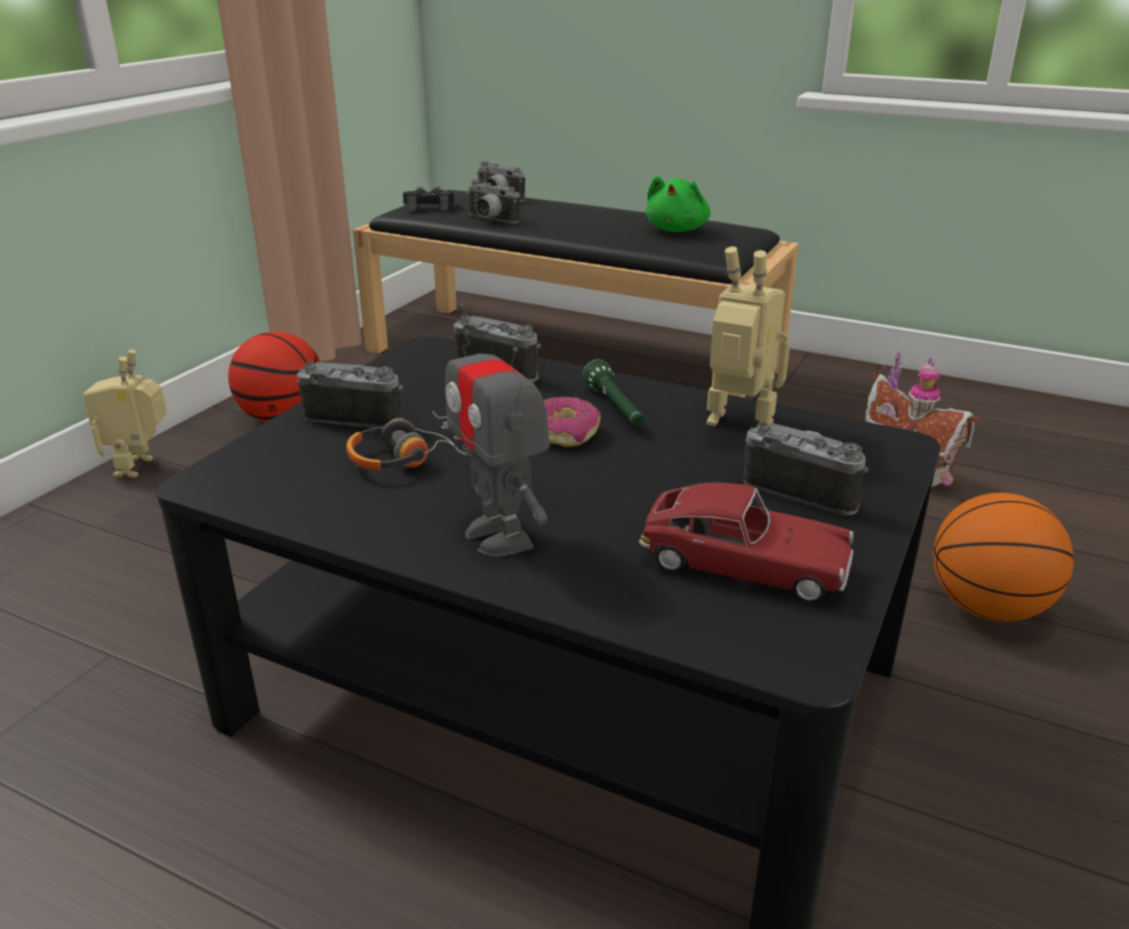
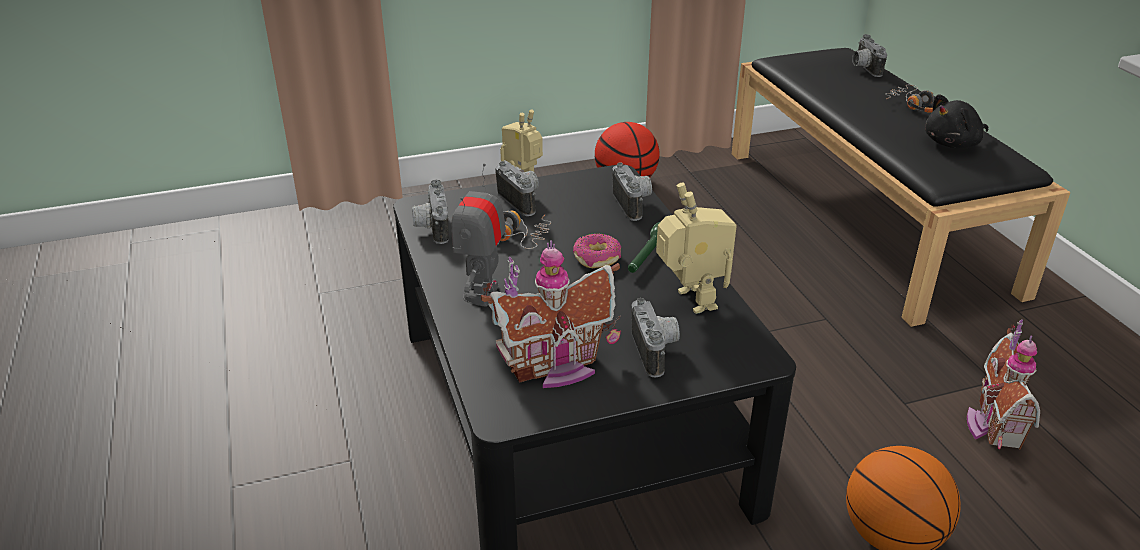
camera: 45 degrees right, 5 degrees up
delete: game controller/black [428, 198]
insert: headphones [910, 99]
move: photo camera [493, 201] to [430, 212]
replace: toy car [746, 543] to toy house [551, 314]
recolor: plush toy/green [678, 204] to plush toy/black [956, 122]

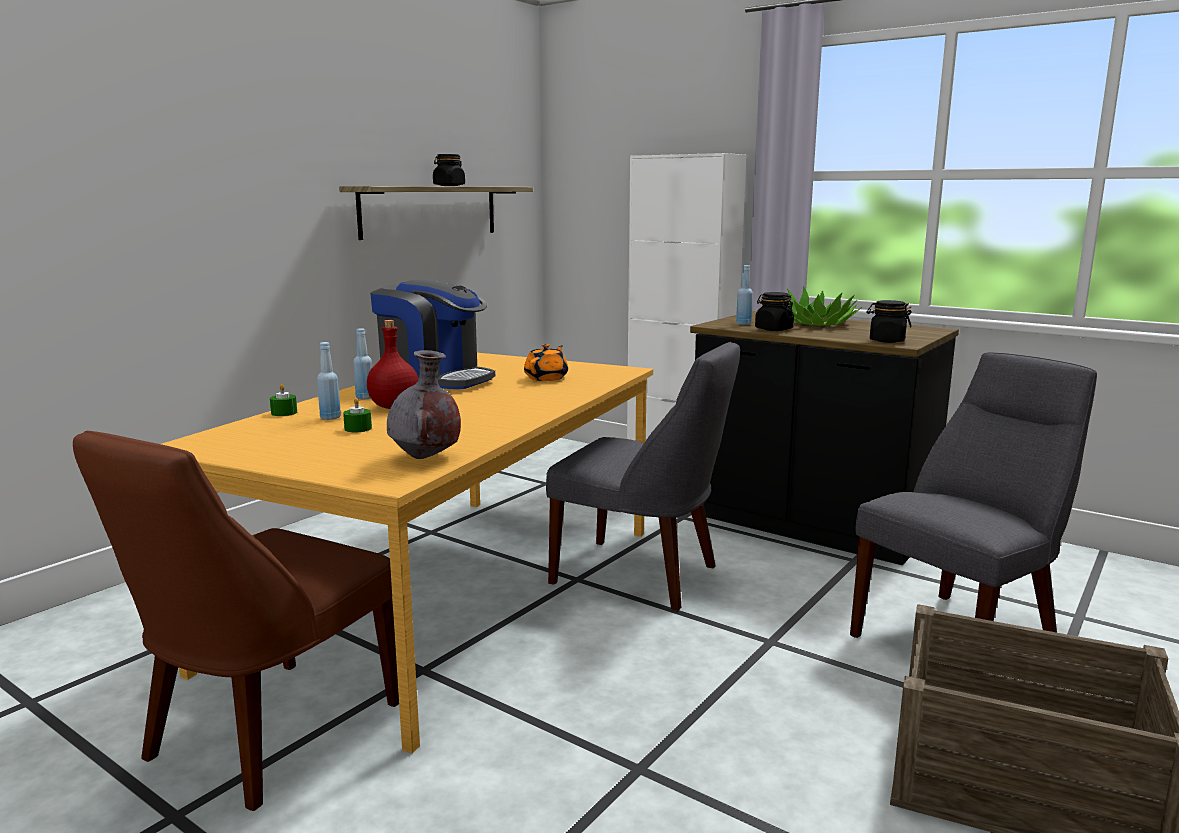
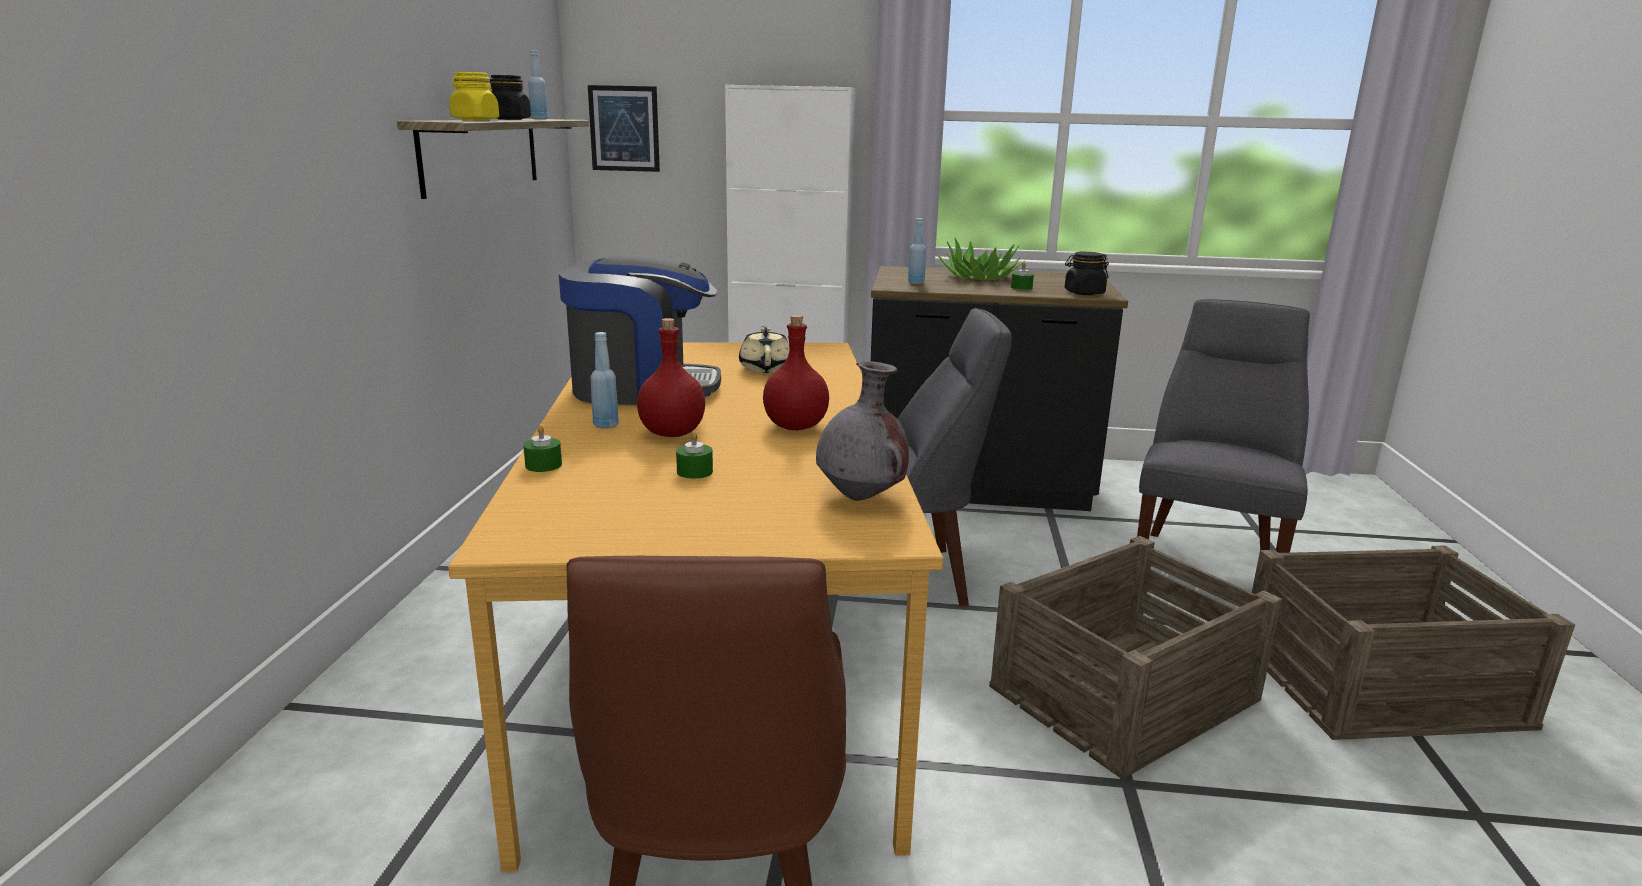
camera: 30 degrees left, 5 degrees up
delete: jar/black [774, 311]
insert: jar/yellow [474, 96]; picture [624, 128]; bottle/red [796, 372]; crate [1135, 657]; candle/green [1022, 276]
move: bottle/blue [329, 381] to [538, 84]
recolor: teapot/orange [546, 362] to teapot/beige [764, 349]

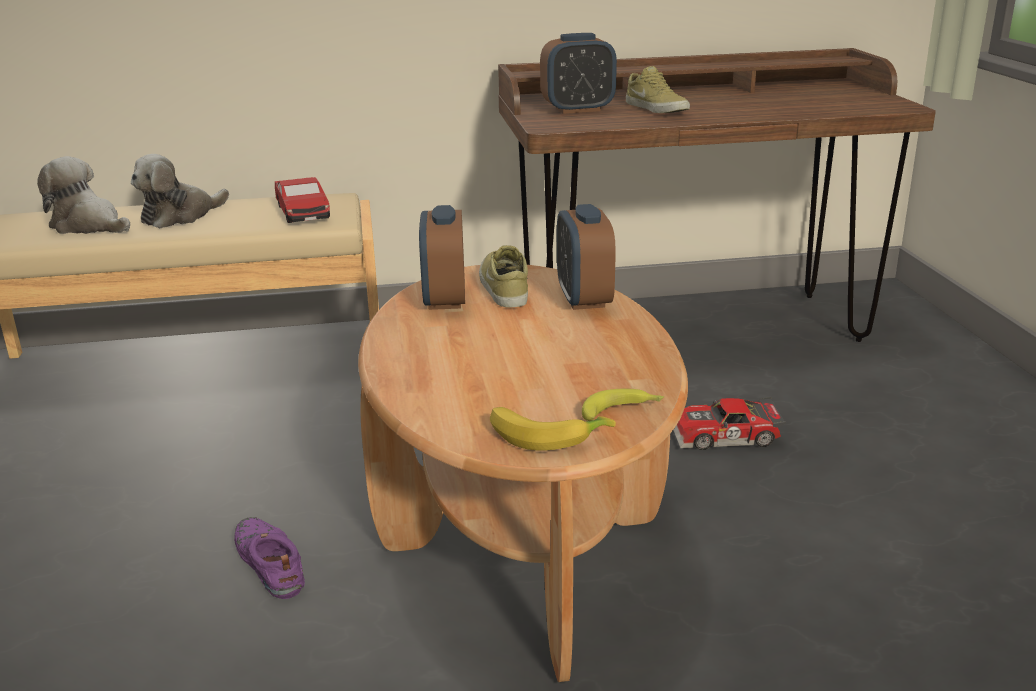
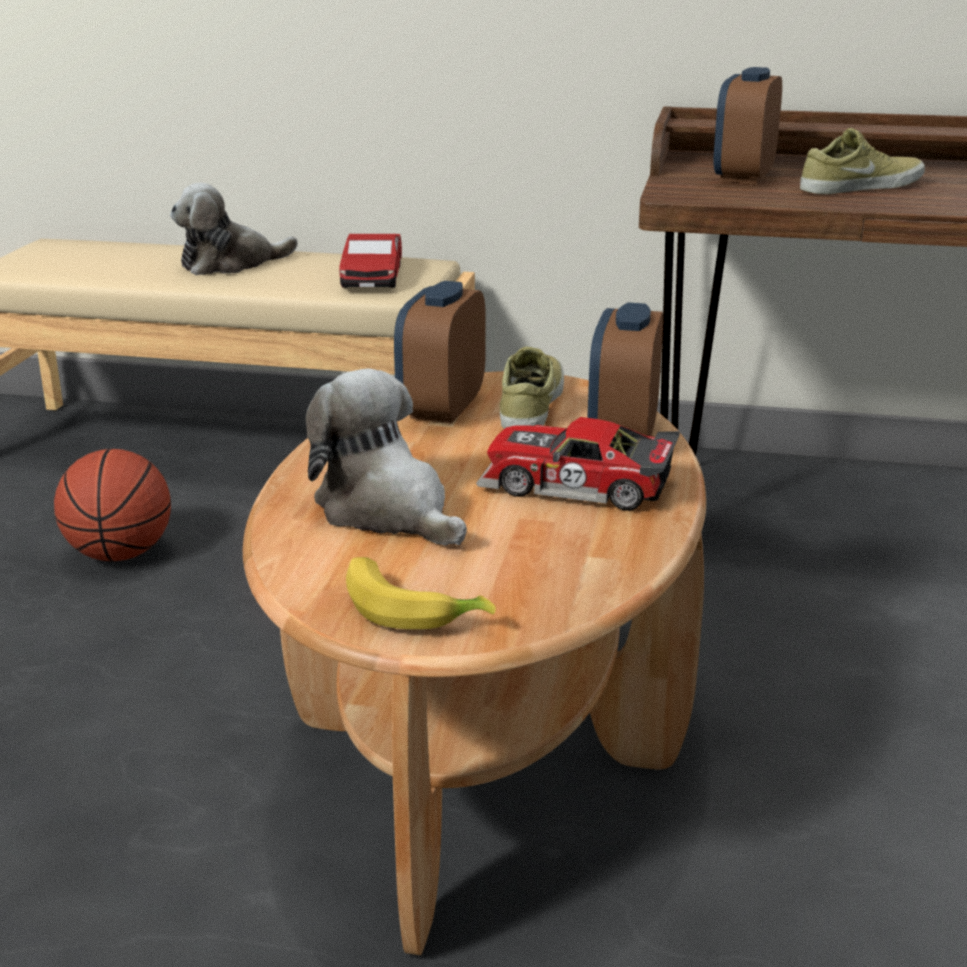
camera: 20 degrees right, 0 degrees up
delete: shoe/purple [269, 558]; banana [623, 405]
insert: basketball [112, 505]
move: plush toy [83, 195] to [386, 457]; toy car [729, 423] to [578, 464]
rotate: alarm clock [578, 73] = [748, 125] 105 degrees clockwise; shoe/beige [658, 89] = [862, 161] 105 degrees counterclockwise

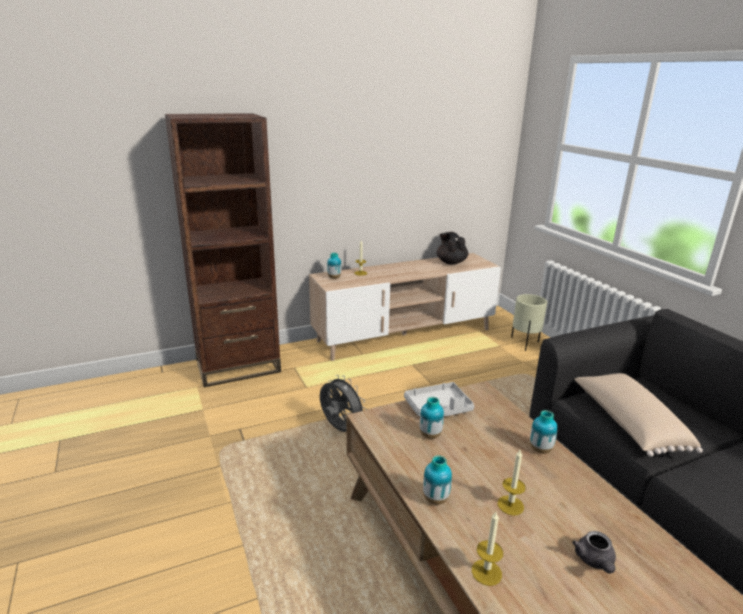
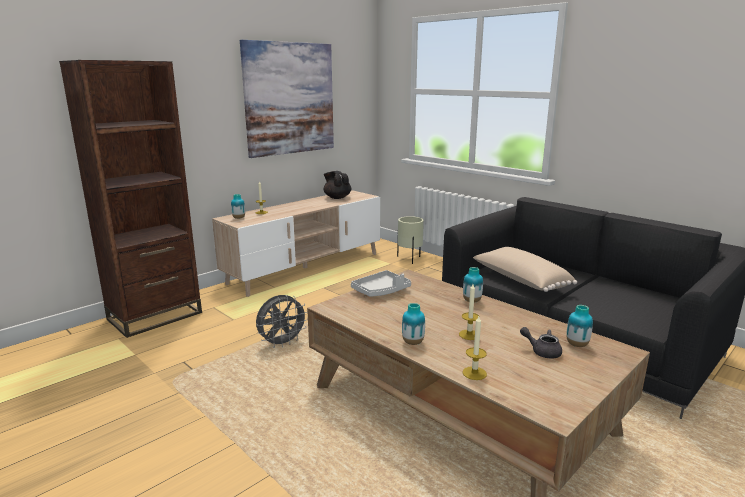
camera: 20 degrees left, 5 degrees down
insert: picture [287, 99]
move: vase [432, 418] to [580, 326]
rotate: fan/grey [343, 403] = [282, 321] 120 degrees clockwise; teapot/grey [594, 552] = [541, 342] 135 degrees clockwise

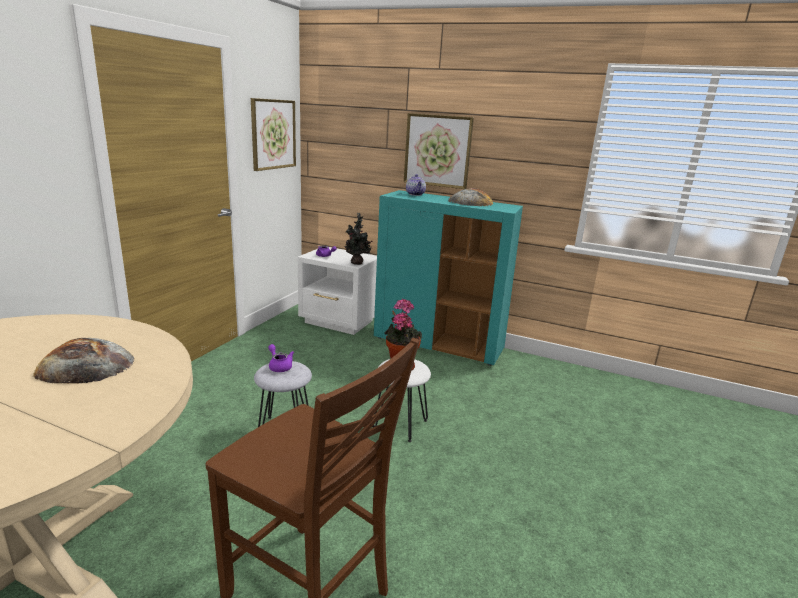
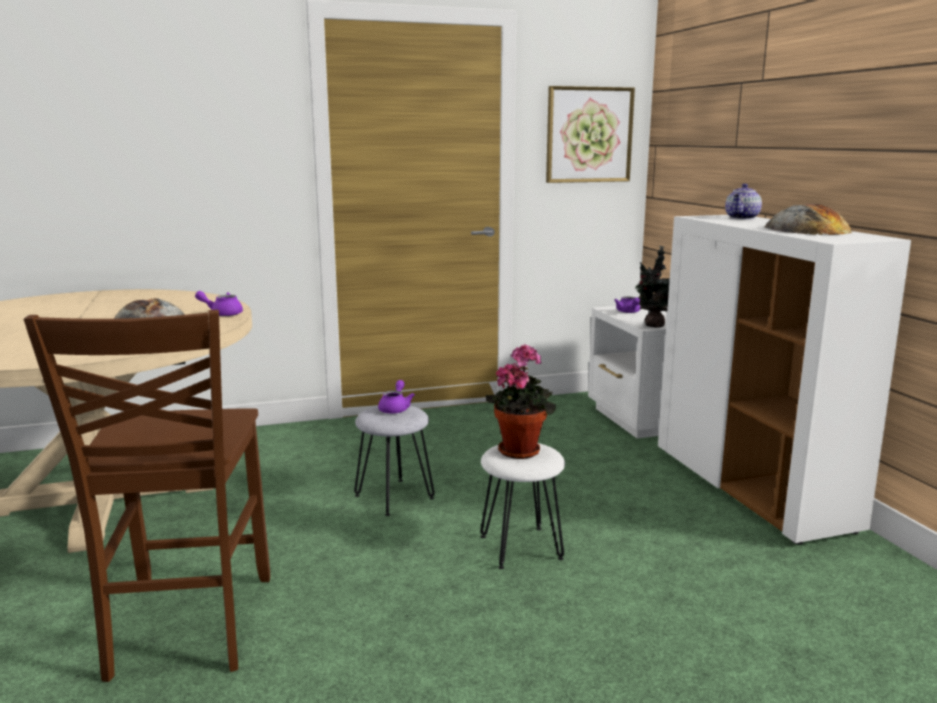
camera: 50 degrees right, 5 degrees down
delete: picture [439, 151]
insert: teapot/purple [219, 303]
recolor: cabinet/turquoise [448, 278] to cabinet/white [784, 380]

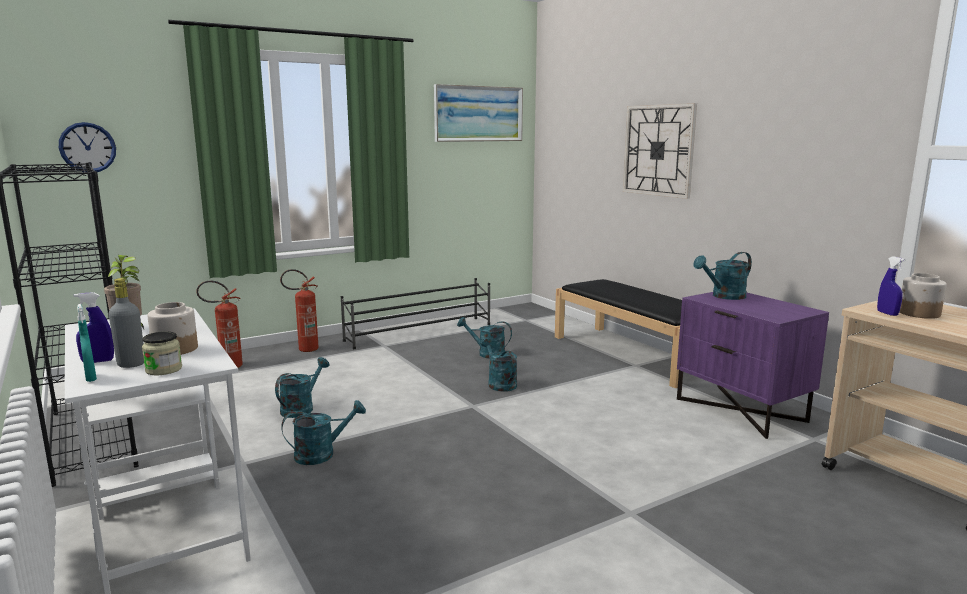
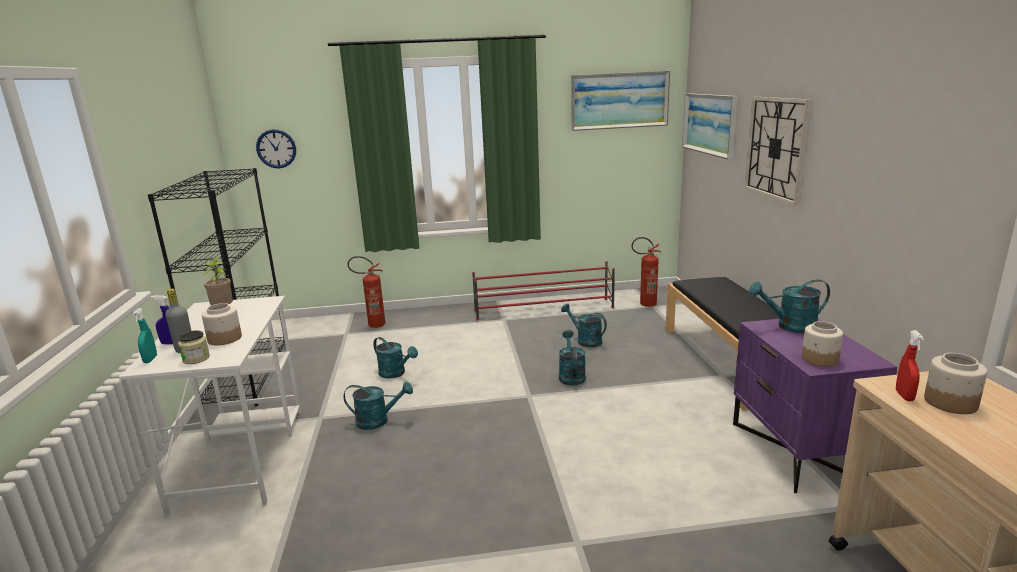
camera: 25 degrees right, 5 degrees up
insert: picture [710, 126]; jar [822, 344]
move: fire extinguisher [299, 310] to [646, 272]
recolor: shoe rack/black [415, 313] to shoe rack/red [543, 290]; spray bottle/blue [891, 286] to spray bottle/red [910, 365]
rotate: watering can/turquoise [302, 387] = [395, 358] 75 degrees clockwise

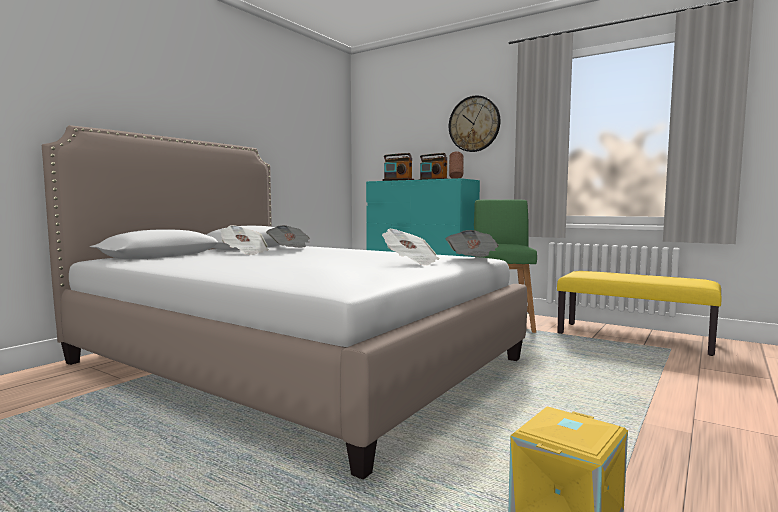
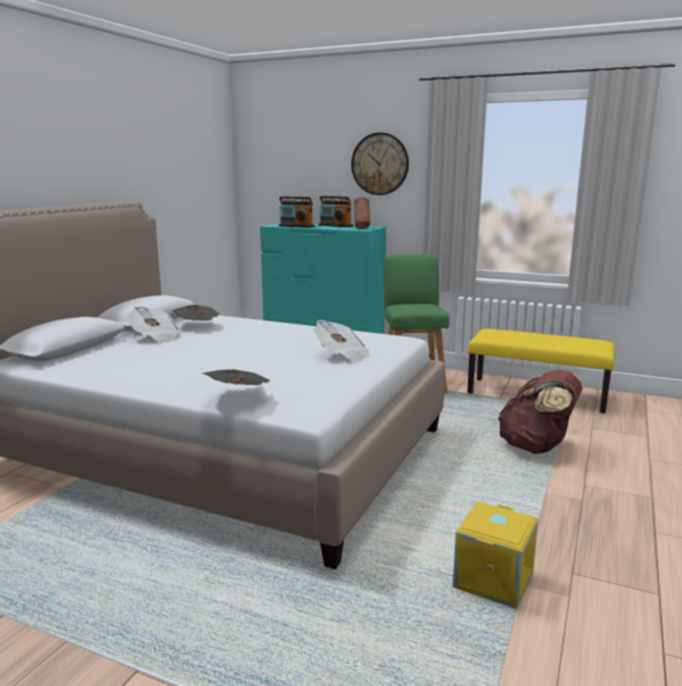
camera: 10 degrees left, 10 degrees up
insert: backpack/brown [540, 412]
move: newspaper [472, 243] to [236, 377]

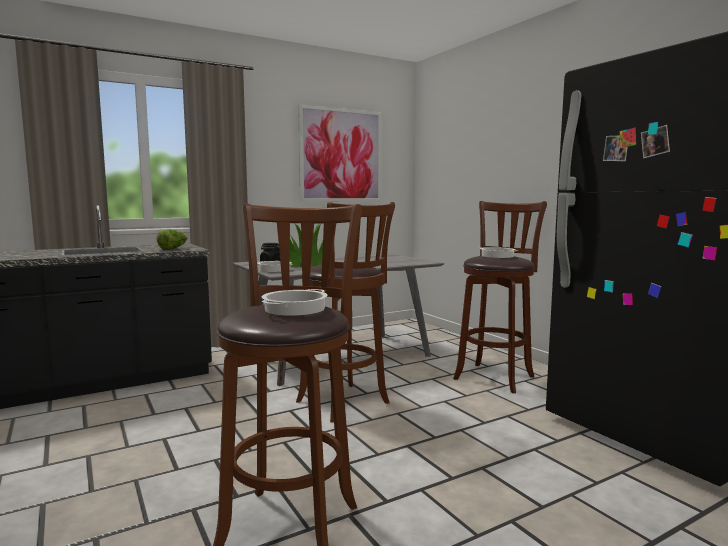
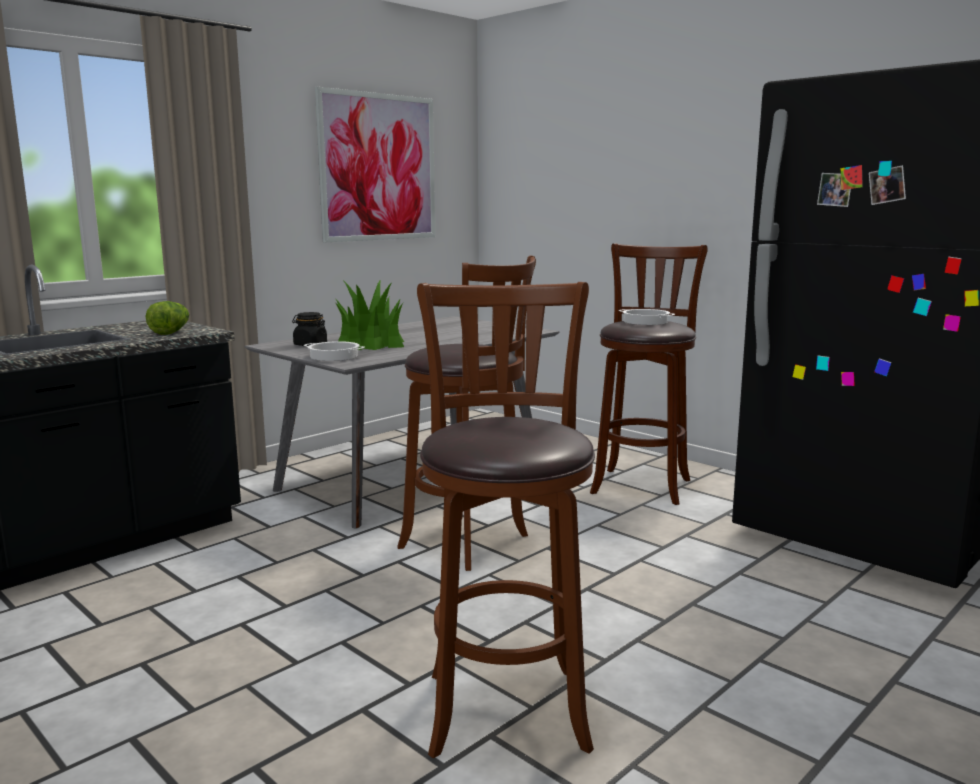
camera: 15 degrees left, 5 degrees up
delete: cooking pot [295, 302]

